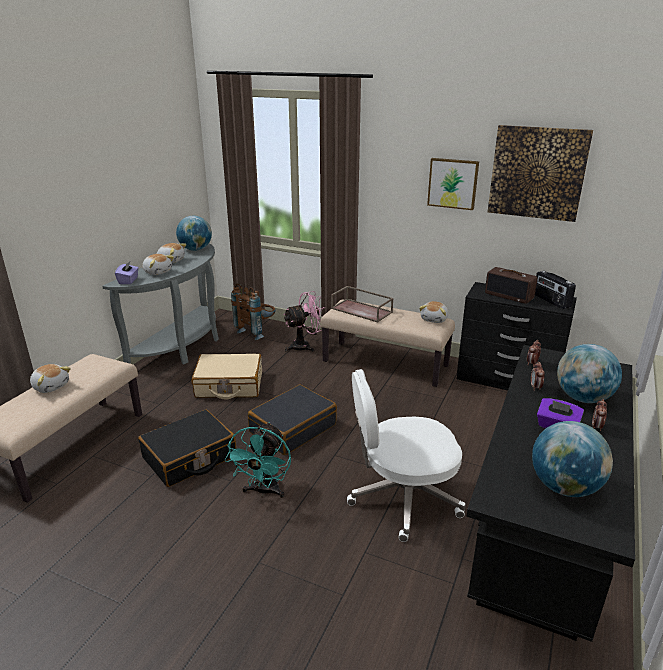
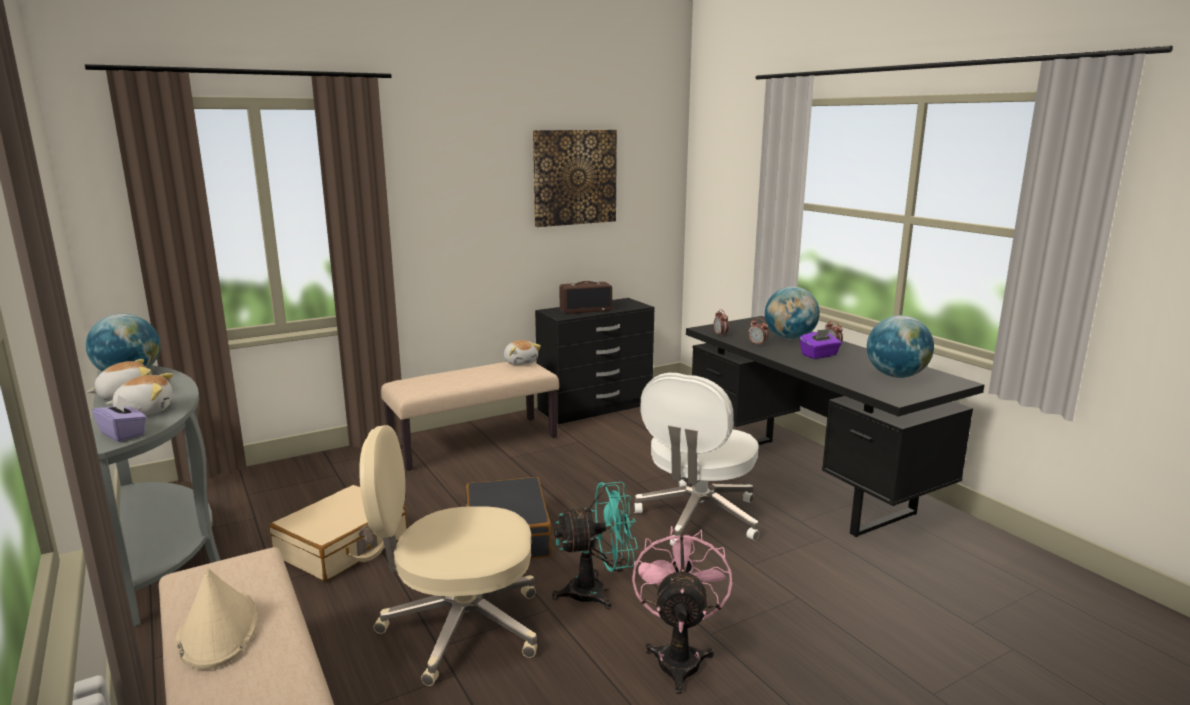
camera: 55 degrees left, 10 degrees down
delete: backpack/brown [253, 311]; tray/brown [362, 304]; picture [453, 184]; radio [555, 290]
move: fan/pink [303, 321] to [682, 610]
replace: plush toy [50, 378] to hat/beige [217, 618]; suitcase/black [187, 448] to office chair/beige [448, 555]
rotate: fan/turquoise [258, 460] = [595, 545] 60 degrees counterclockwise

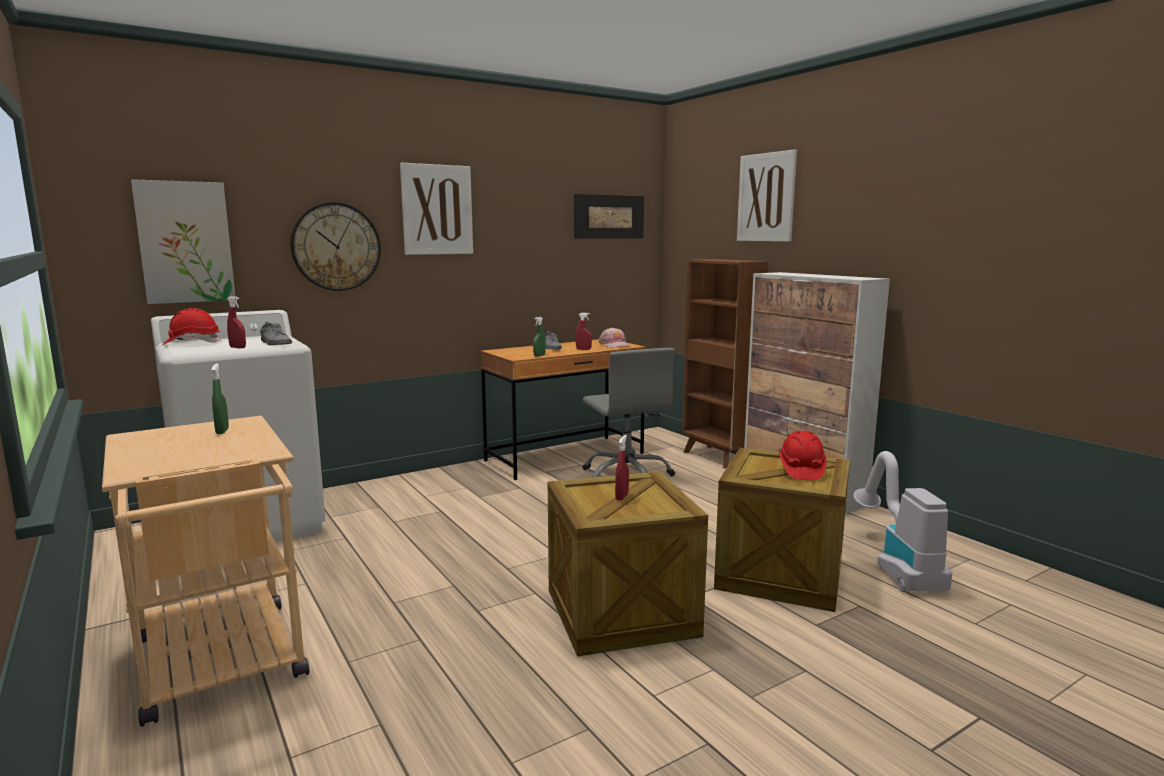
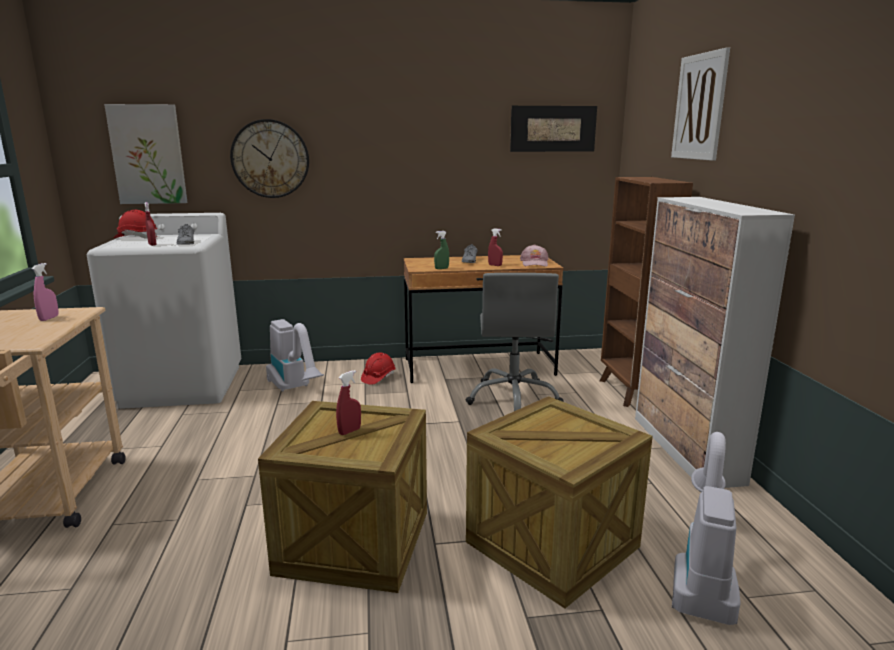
camera: 25 degrees right, 5 degrees up
delete: picture [436, 209]
insert: vacuum cleaner [295, 355]
move: hard hat/red [803, 455] to [378, 368]
recolor: spray bottle/green [220, 398] to spray bottle/pink [45, 292]

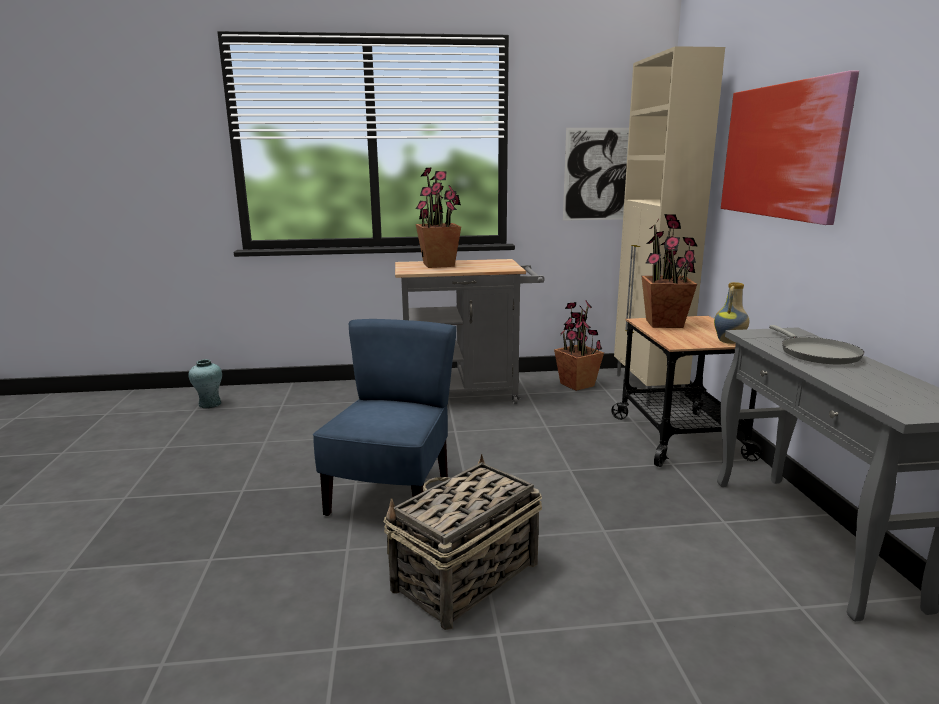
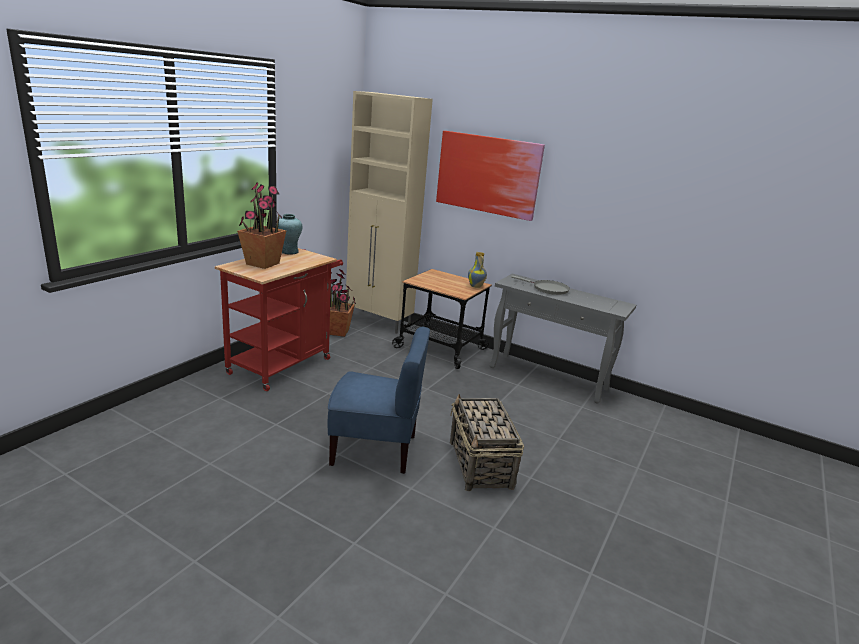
camera: 55 degrees left, 5 degrees up
delete: picture [596, 174]; potted plant [669, 271]
move: vase/turquoise [205, 383] to [289, 234]
recolor: cart/grey [469, 331] to cart/red [279, 319]
rotate: chair/blue [384, 417] = [378, 400] 135 degrees clockwise

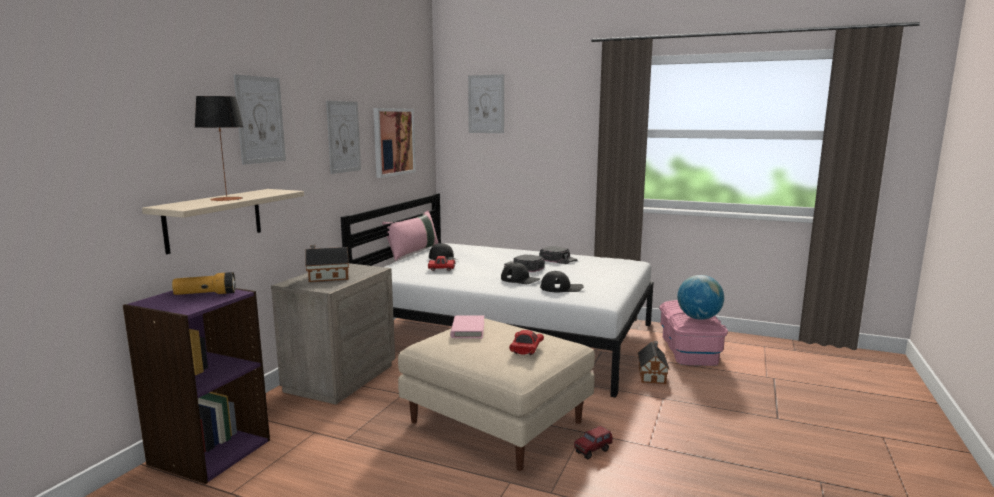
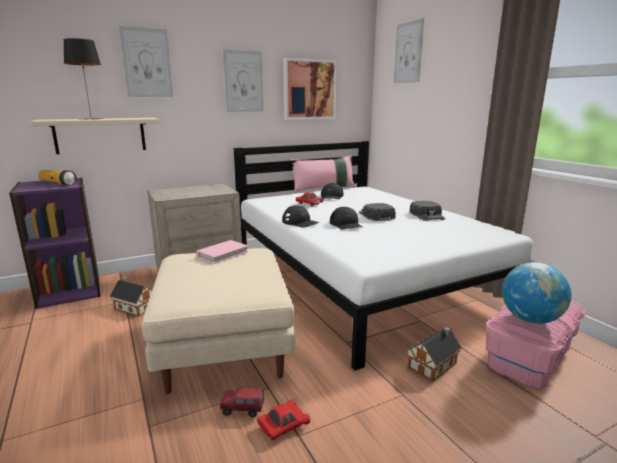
camera: 40 degrees right, 5 degrees up
move: toy house [327, 263] to [131, 297]; toy car/red [526, 342] to [283, 420]; cap/black [562, 281] to [300, 216]

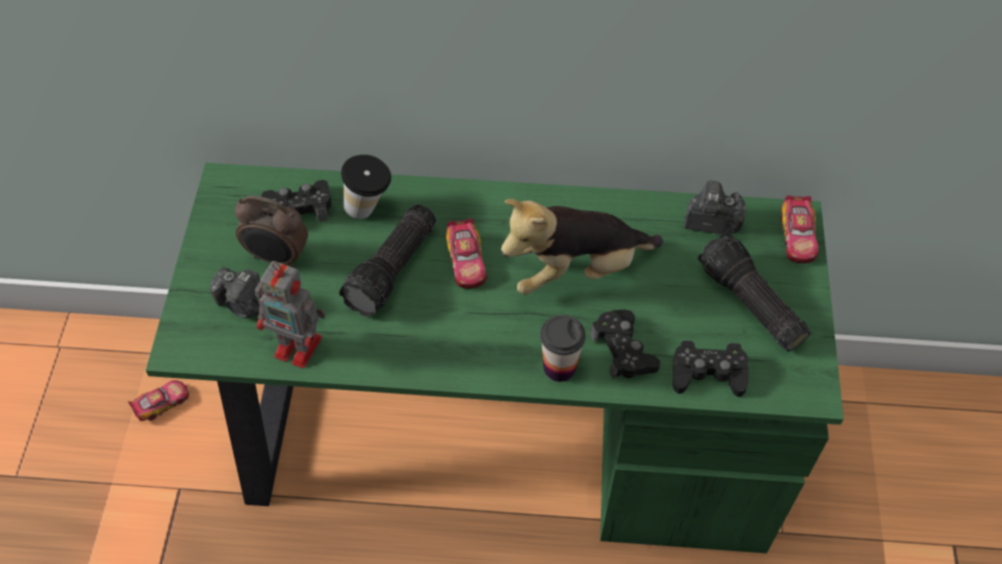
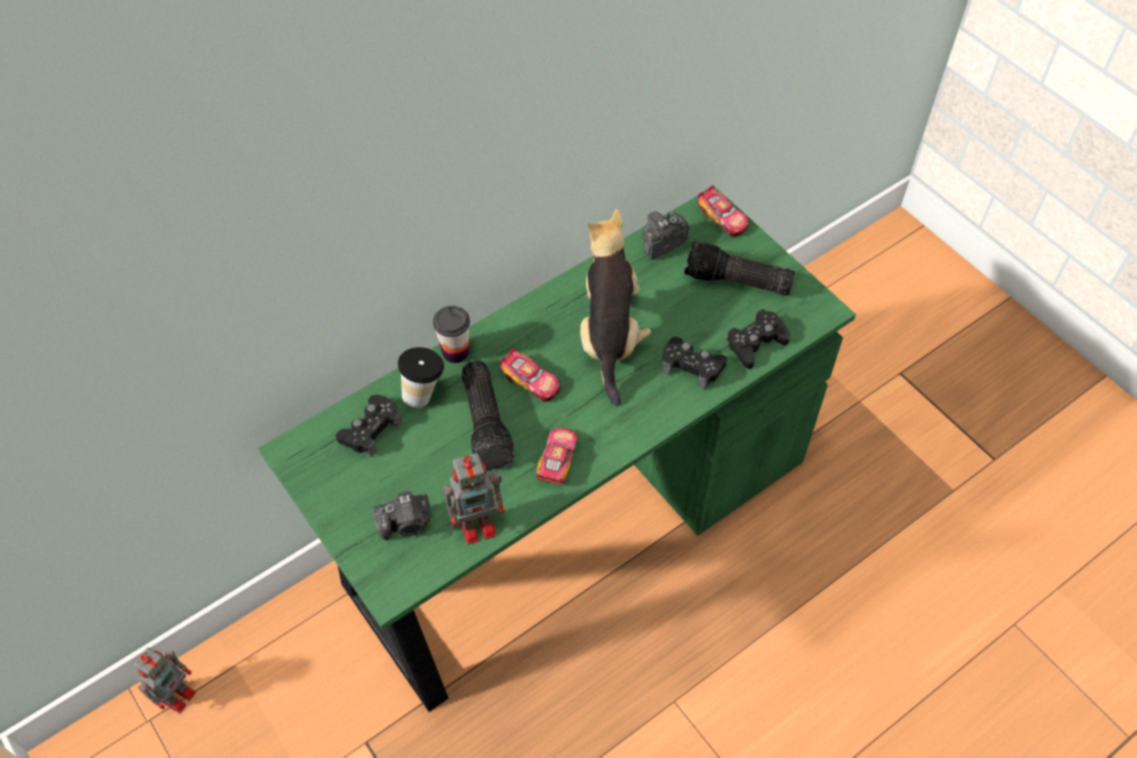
camera: 40 degrees left, 0 degrees up
delete: alarm clock [271, 231]
insert: toy robot [165, 681]
move: toy car [158, 400] to [557, 456]; cup [563, 348] to [451, 334]
rotate: plush toy [582, 247] = [615, 307] 150 degrees clockwise

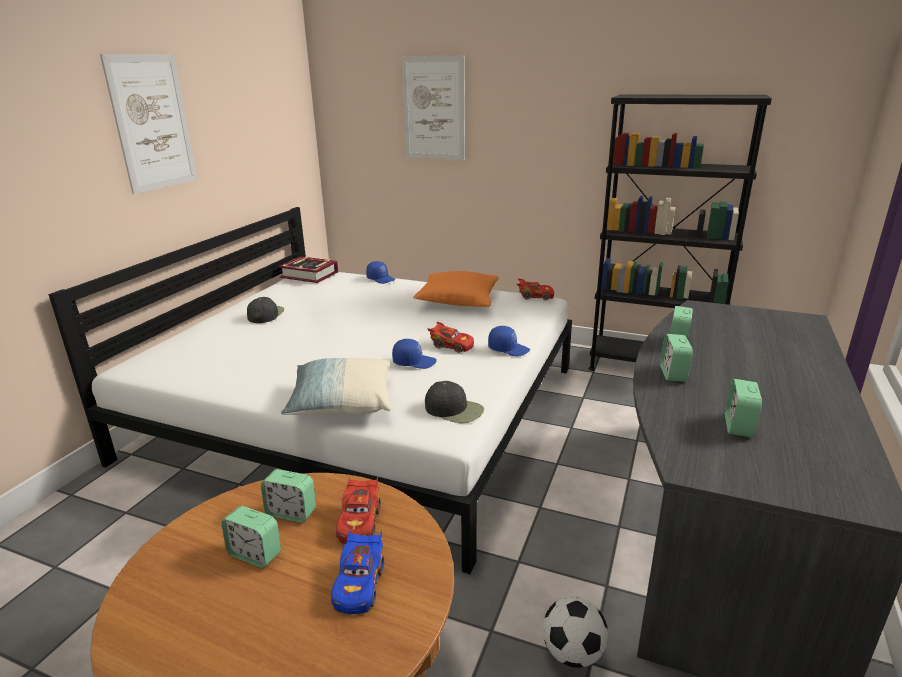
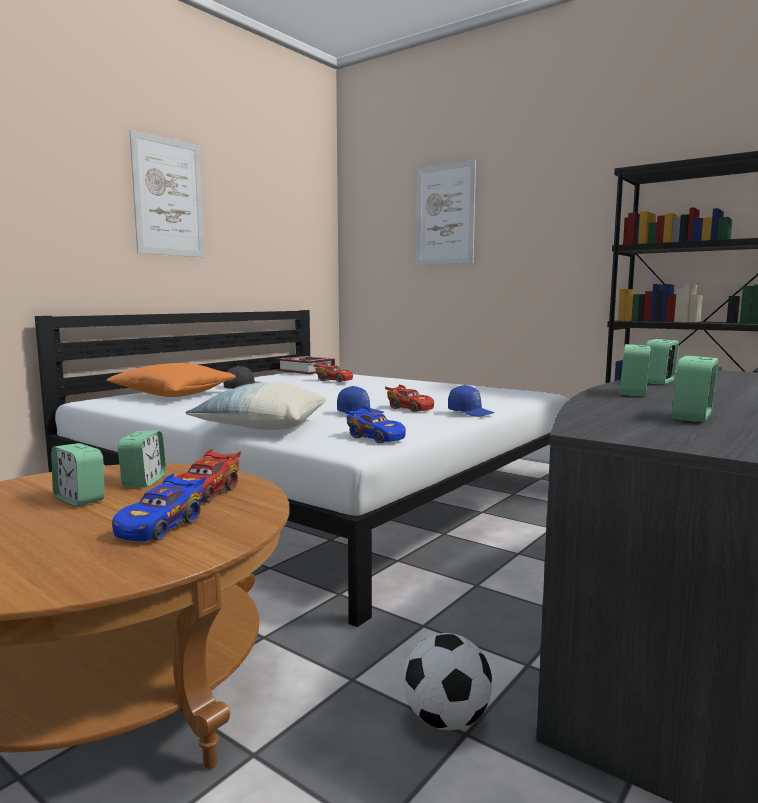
camera: 15 degrees right, 15 degrees down
delete: cap/blue [380, 272]
move: pillow/orange [456, 289] to [171, 380]; toy car/red [535, 289] to [333, 372]
replace: cap/black [454, 402] to toy car/blue [375, 424]
rotate: alarm clock [288, 496] = [142, 458] 120 degrees counterclockwise

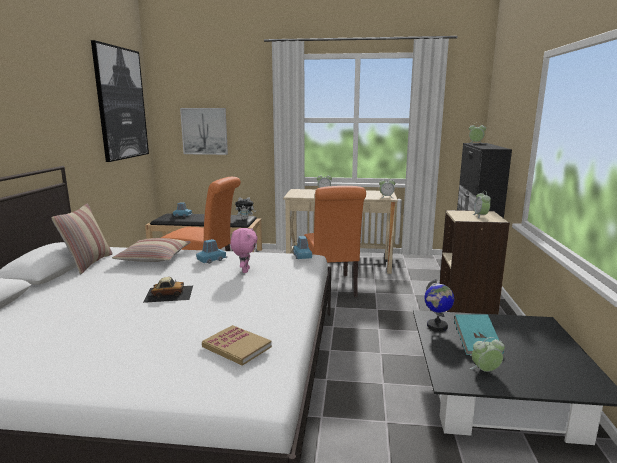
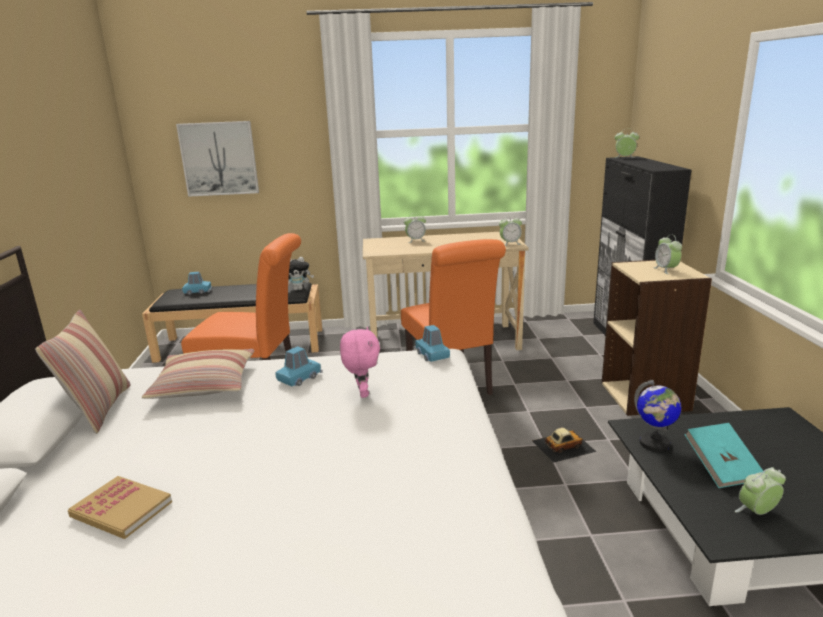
camera: 10 degrees left, 5 degrees up
delete: picture [120, 101]
move: toy car [168, 290] to [564, 445]; book [237, 345] to [120, 507]

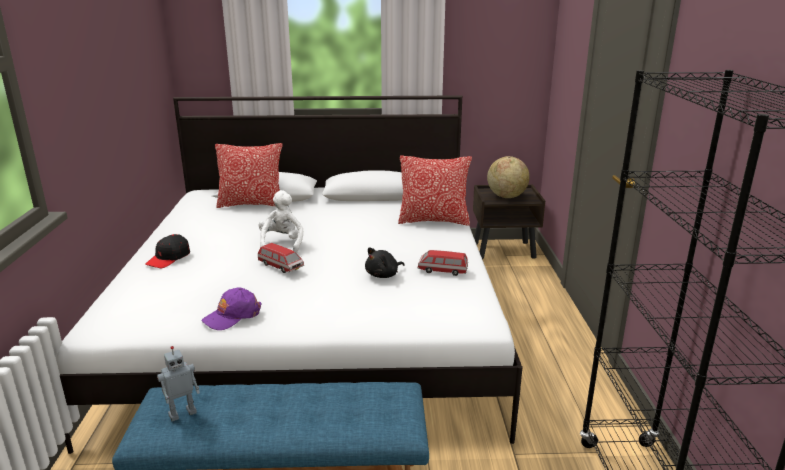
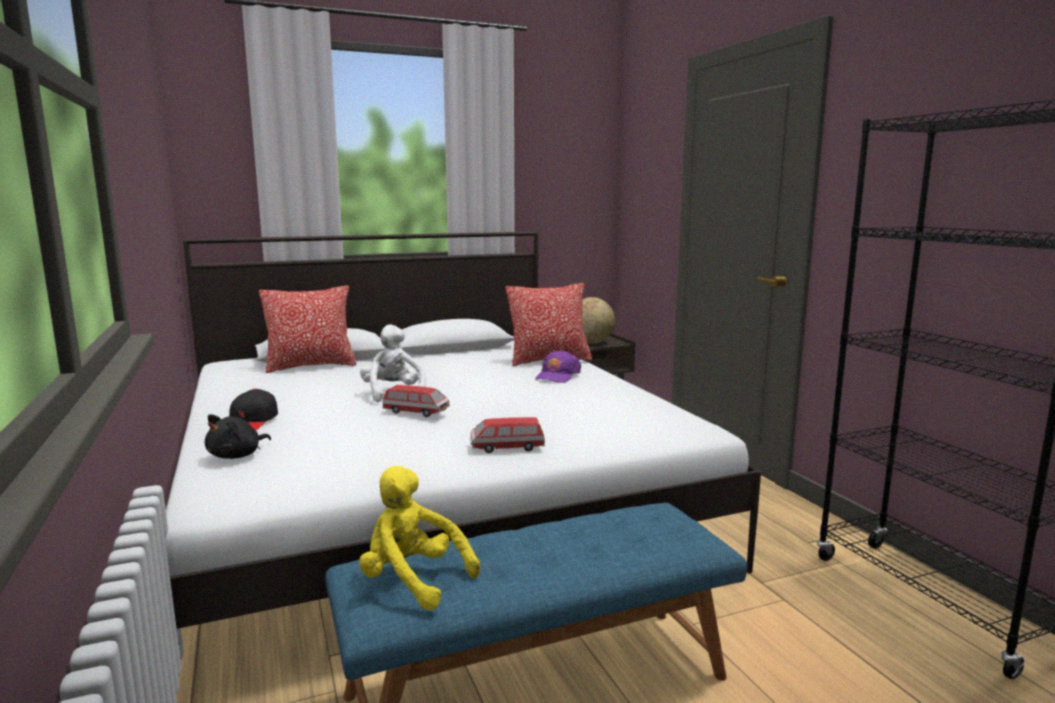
camera: 20 degrees left, 10 degrees down
move: cap/purple [232, 308] to [558, 366]; plush toy/black [384, 262] to [238, 436]; toy car [442, 263] to [507, 435]
replace: toy robot [178, 383] to plush toy/yellow [419, 538]

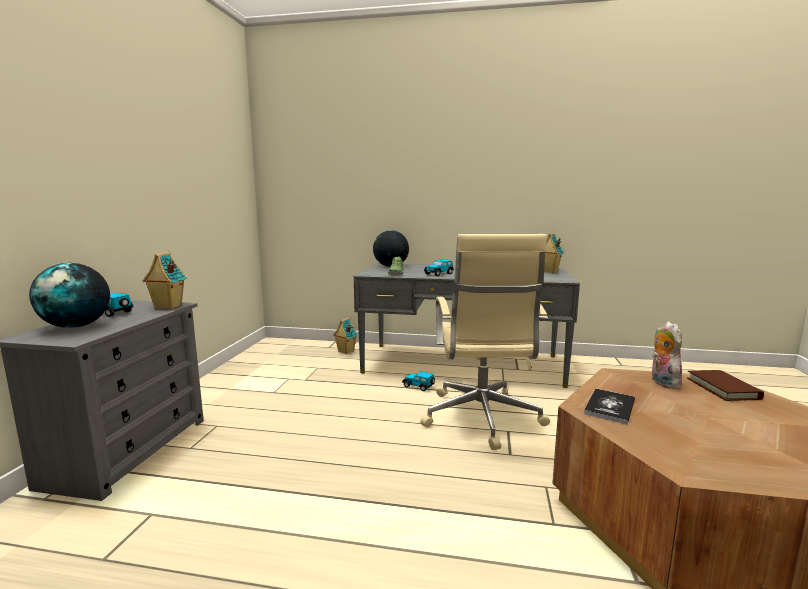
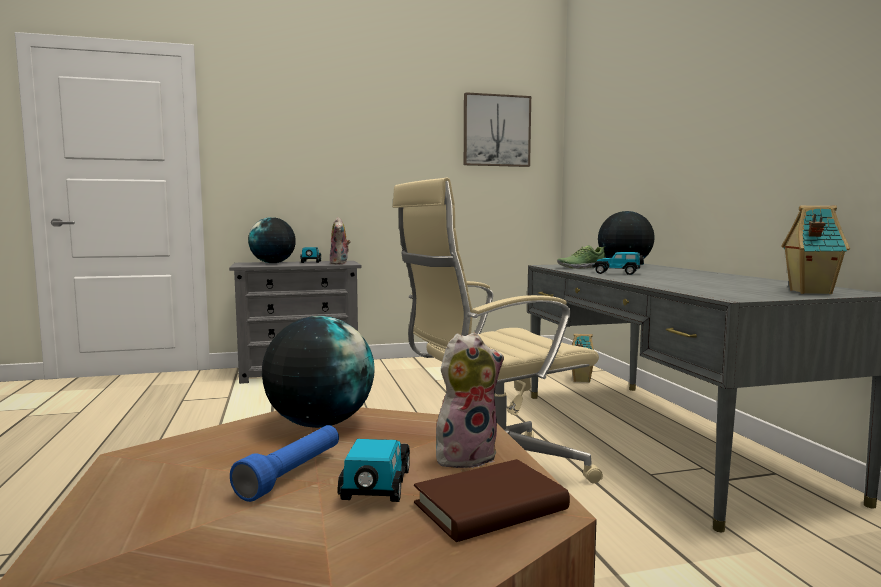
camera: 65 degrees right, 5 degrees down
insert: flashlight/blue [284, 463]; picture [497, 129]
move: toy car [418, 381] to [373, 470]
replace: toy house [165, 280] to plush toy [340, 240]; book [609, 406] to globe [318, 372]

